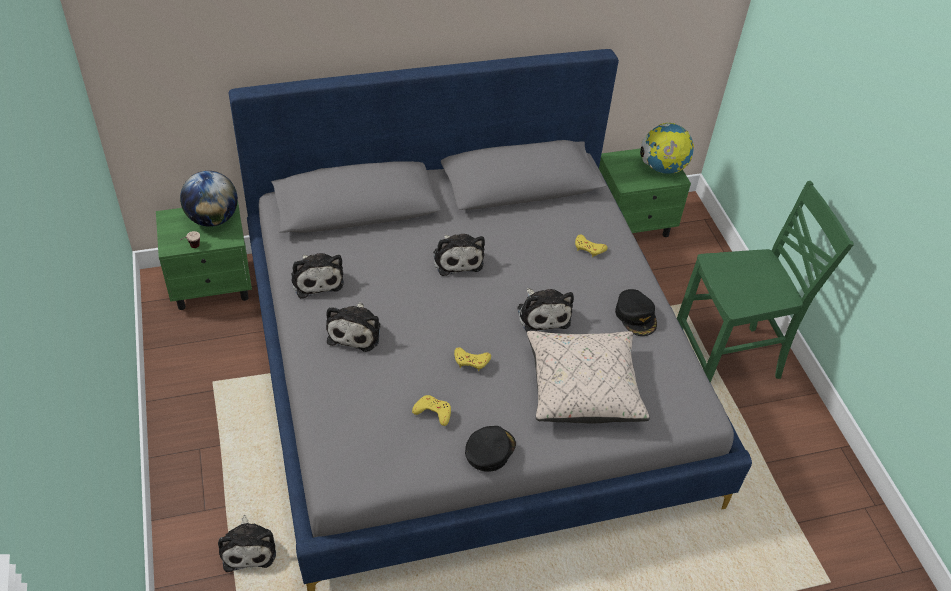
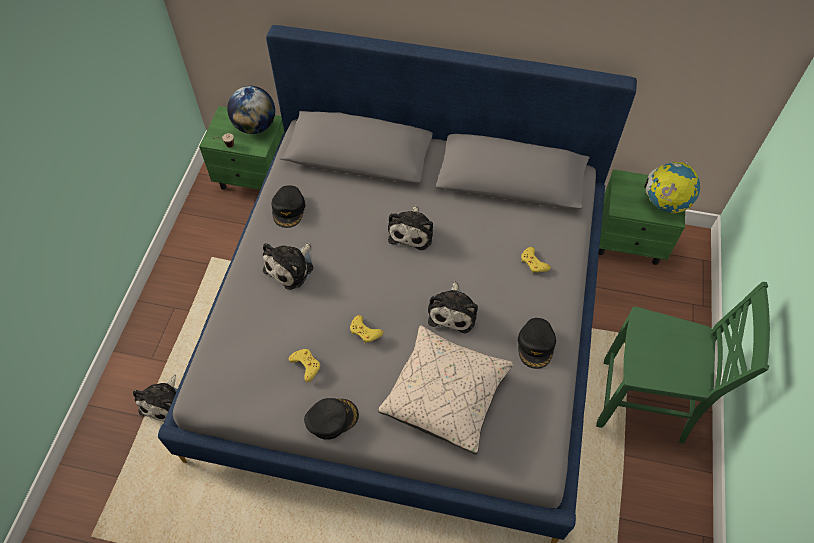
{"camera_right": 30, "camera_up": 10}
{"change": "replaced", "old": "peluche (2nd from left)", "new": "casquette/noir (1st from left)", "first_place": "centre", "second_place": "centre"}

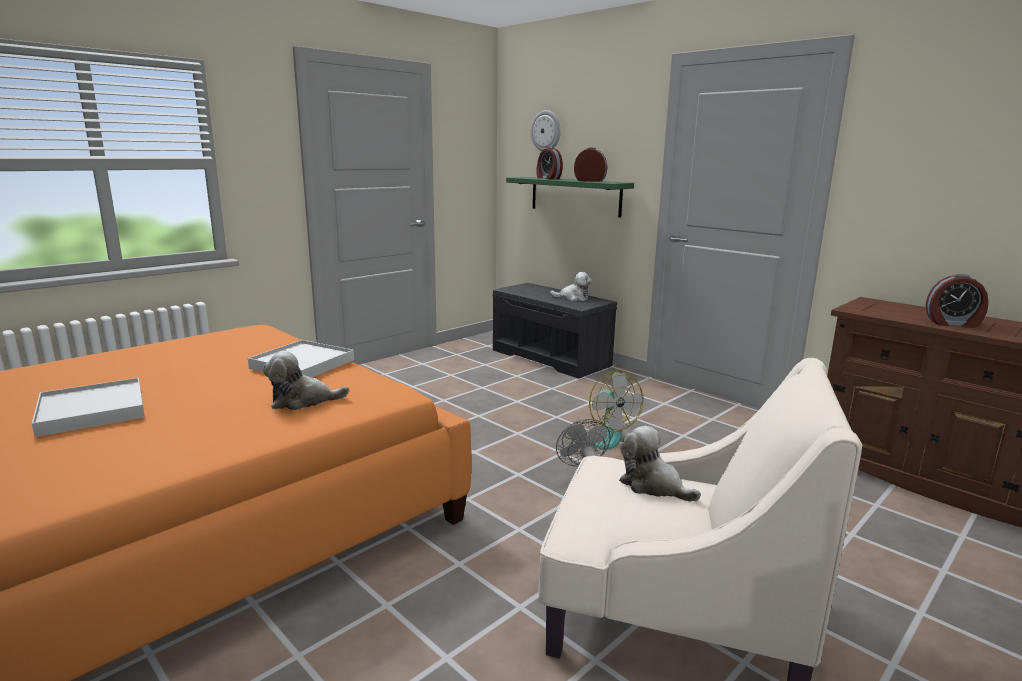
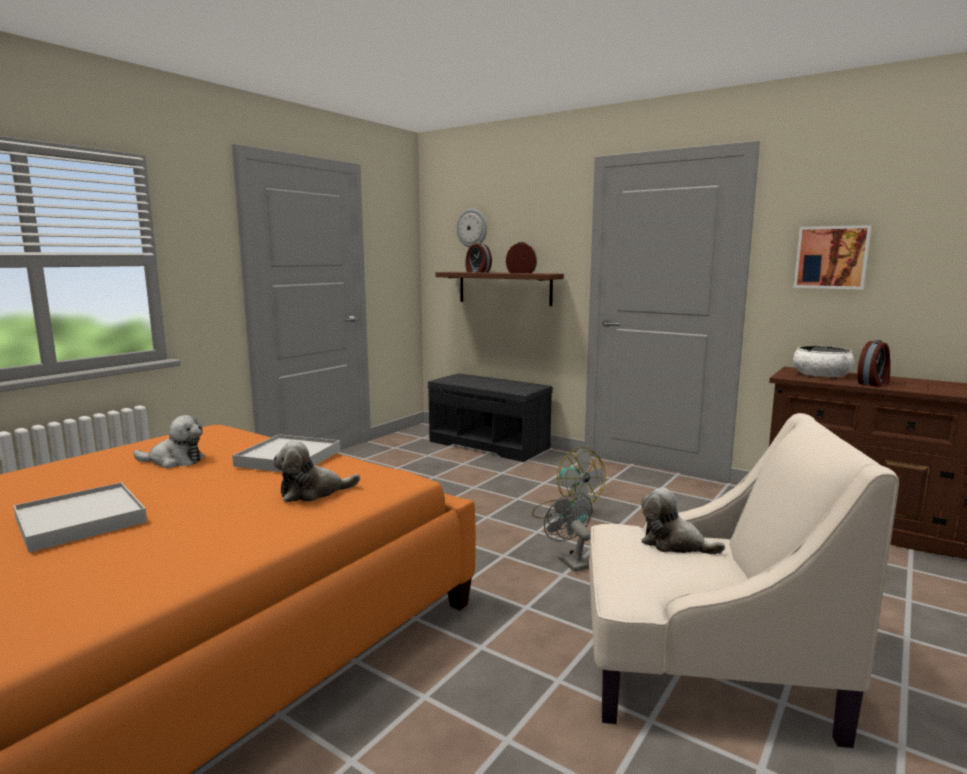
{"camera_right": -10, "camera_up": -5}
{"change": "moved", "old": "peluche (2nd from left in the first image)", "new": "peluche (1st from left)", "first_place": "centre", "second_place": "middle left"}
{"change": "recoloured", "old": "étagère/vert", "new": "étagère/marron", "first_place": "top centre", "second_place": "centre"}
{"change": "added", "new": "bol/blanc", "second_place": "middle right"}
{"change": "added", "new": "tableau", "second_place": "top right"}
{"change": "turned", "old": "réveil (3rd from left)", "first_place": "middle right", "second_place": "middle right", "degrees": -45}

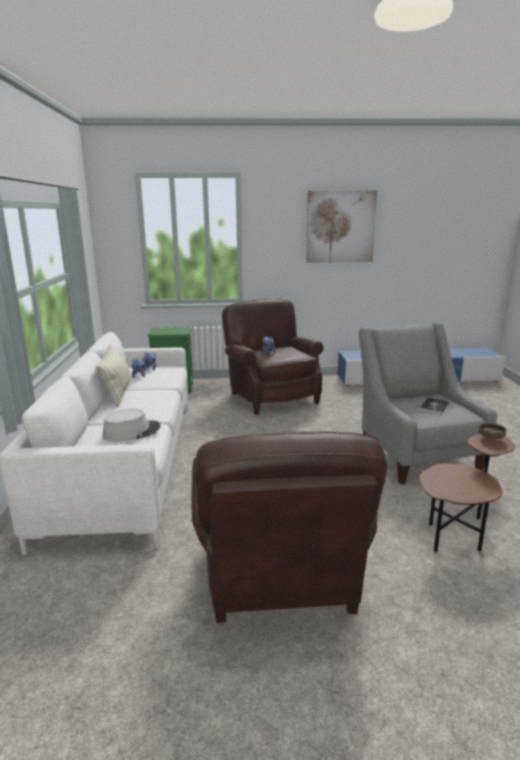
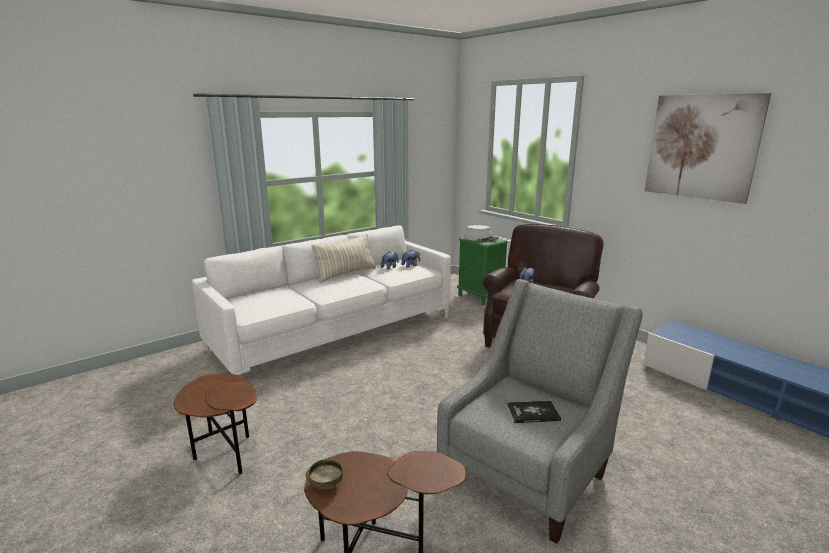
{"camera_right": 55, "camera_up": 0}
{"change": "replaced", "old": "fauteuil/marron (2nd from left)", "new": "table d'appoint/marron (1st from left)", "first_place": "bottom centre", "second_place": "bottom left"}
{"change": "moved", "old": "bol", "first_place": "middle right", "second_place": "bottom centre"}
{"change": "moved", "old": "chapeau/gris", "first_place": "middle left", "second_place": "centre"}

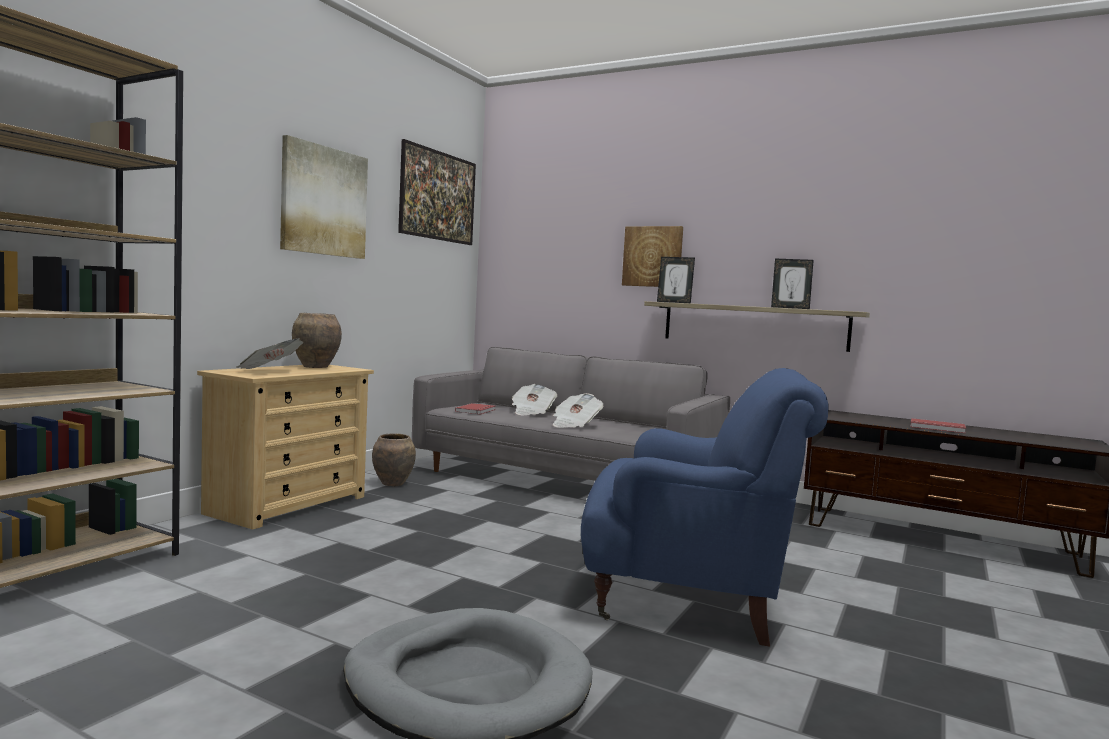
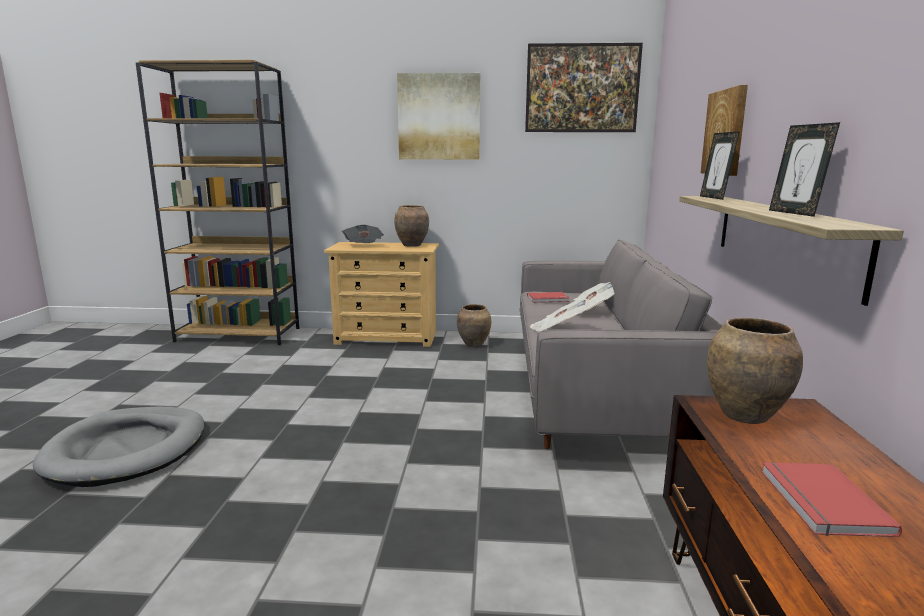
{"camera_right": 65, "camera_up": 10}
{"change": "added", "new": "vase/marron (3rd from left)", "second_place": "middle right"}
{"change": "removed", "old": "fauteuil/bleu", "first_place": "bottom centre"}

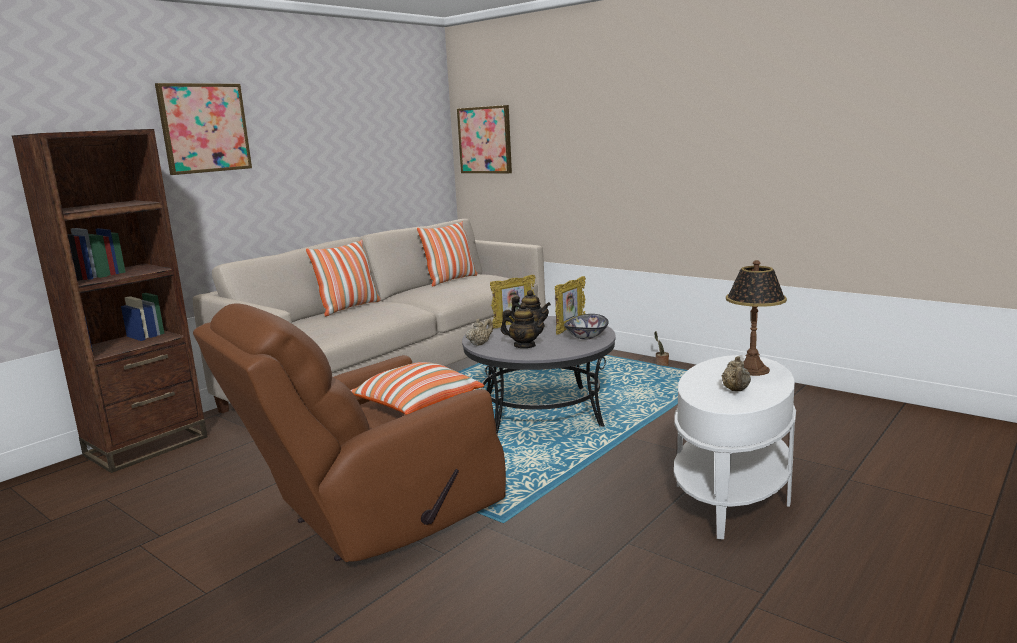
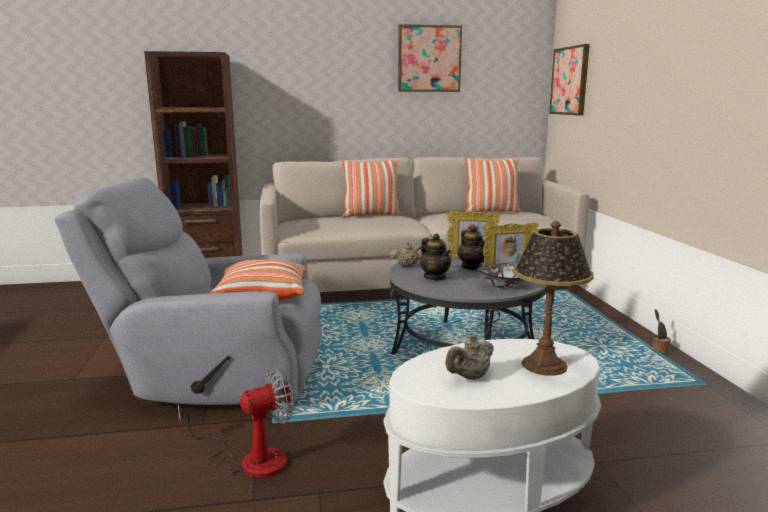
{"camera_right": 40, "camera_up": 0}
{"change": "recoloured", "old": "fauteuil/marron", "new": "fauteuil/gris", "first_place": "bottom centre", "second_place": "middle left"}
{"change": "added", "new": "ventilateur", "second_place": "bottom left"}
{"change": "moved", "old": "tableau (1st from left)", "first_place": "top left", "second_place": "top centre"}

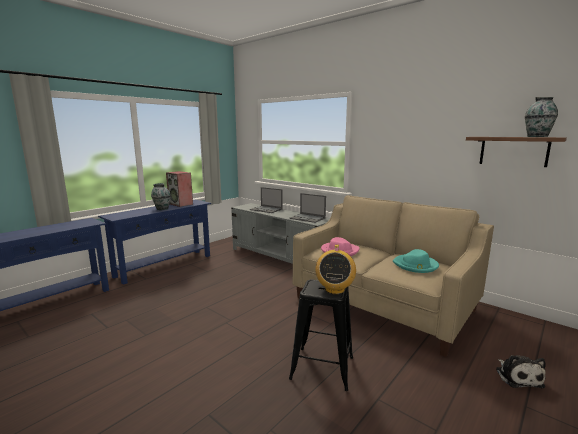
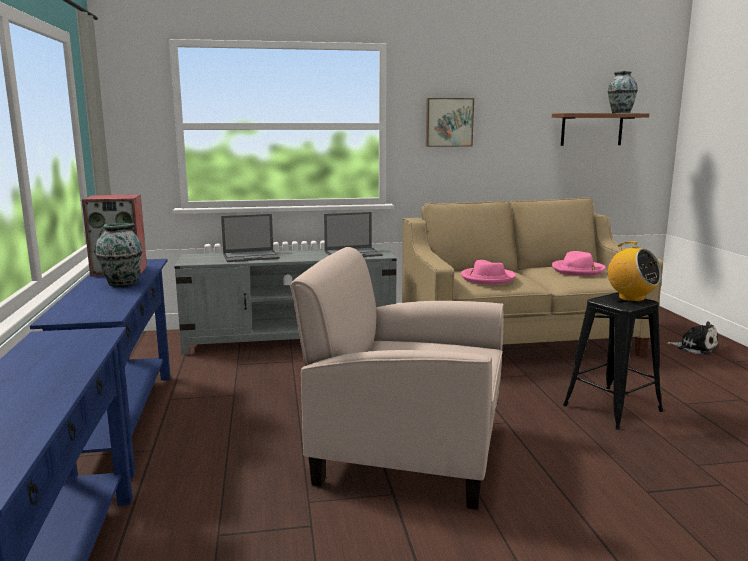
{"camera_right": -50, "camera_up": 0}
{"change": "added", "new": "fauteuil/beige", "second_place": "bottom centre"}
{"change": "added", "new": "tableau", "second_place": "top centre"}
{"change": "recoloured", "old": "chapeau/turquoise", "new": "chapeau/rose (2nd from left)", "first_place": "middle right", "second_place": "middle right"}

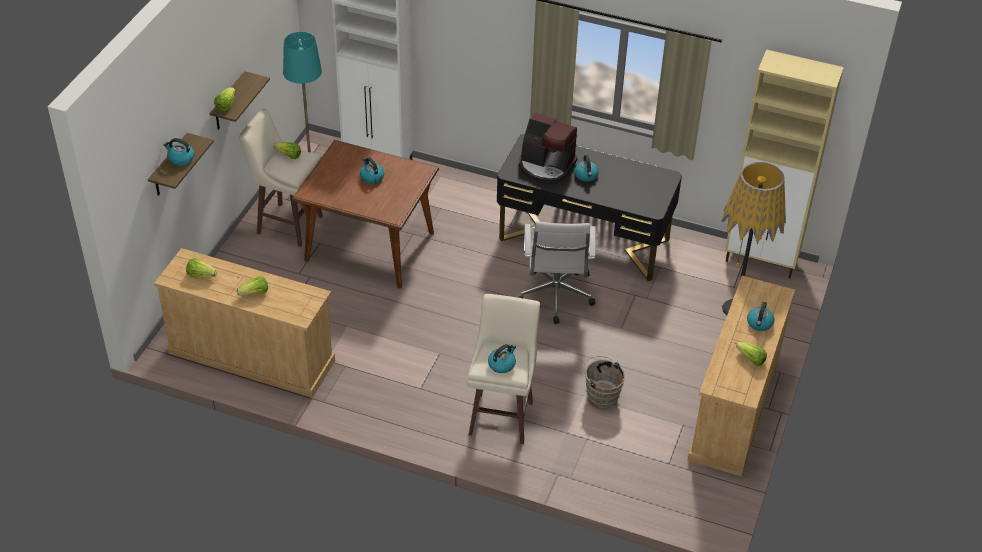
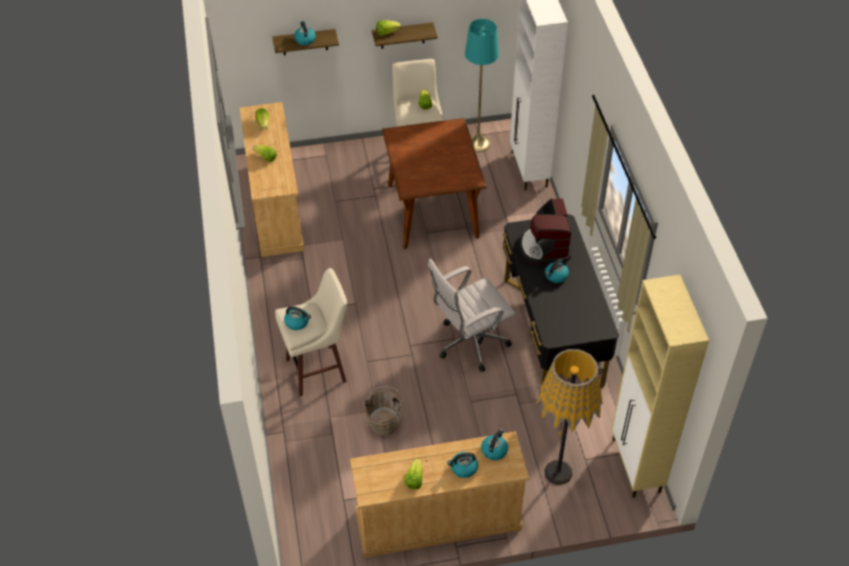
{"camera_right": 60, "camera_up": 5}
{"change": "moved", "old": "bouilloire (2nd from left in the first image)", "new": "bouilloire (4th from left)", "first_place": "top centre", "second_place": "bottom centre"}

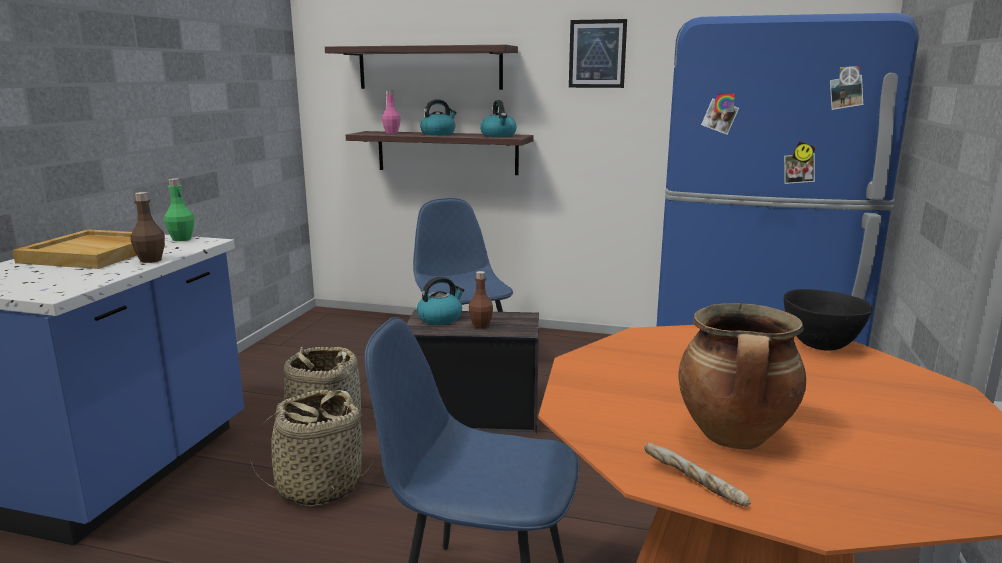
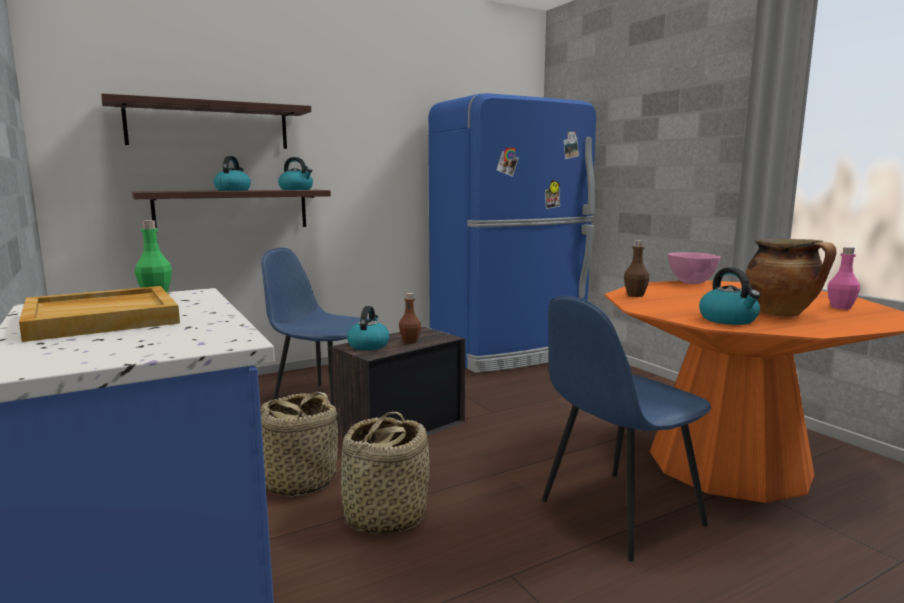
{"camera_right": -45, "camera_up": -5}
{"change": "moved", "old": "bouteille/marron (1st from left in the first image)", "new": "bouteille/marron (2nd from left)", "first_place": "middle left", "second_place": "middle right"}
{"change": "recoloured", "old": "bol/noir", "new": "bol/rose", "first_place": "middle right", "second_place": "middle right"}
{"change": "added", "new": "bouilloire (4th from left)", "second_place": "middle right"}
{"change": "moved", "old": "bouteille/rose", "first_place": "top centre", "second_place": "middle right"}
{"change": "removed", "old": "tableau", "first_place": "top centre"}
{"change": "removed", "old": "pain", "first_place": "bottom right"}

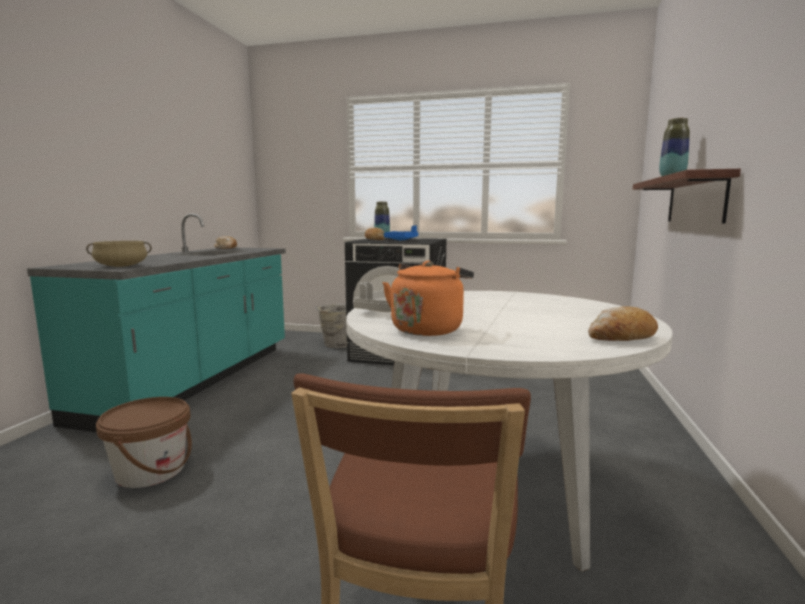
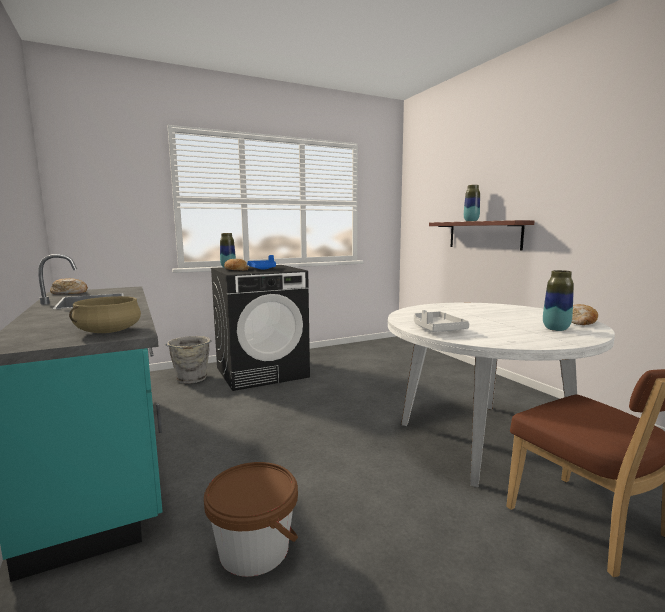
{"camera_right": -40, "camera_up": 0}
{"change": "added", "new": "vase (3rd from left)", "second_place": "middle right"}
{"change": "removed", "old": "bouilloire/orange", "first_place": "centre"}

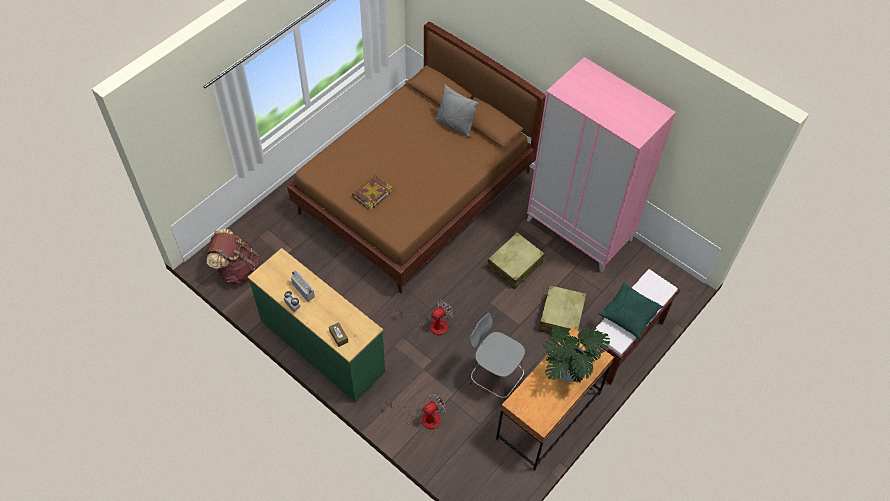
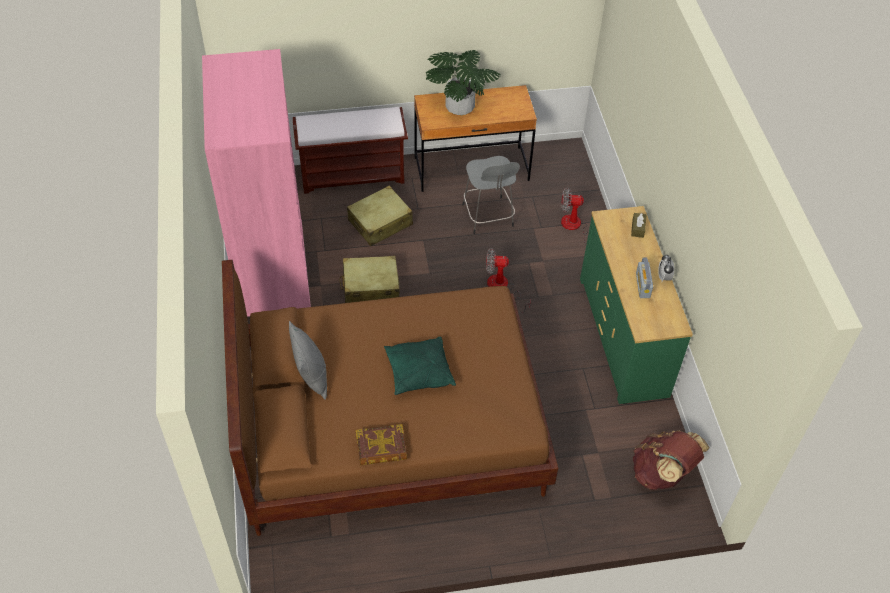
{"camera_right": -140, "camera_up": -5}
{"change": "moved", "old": "livre", "first_place": "centre", "second_place": "bottom centre"}
{"change": "moved", "old": "coussin/vert", "first_place": "middle right", "second_place": "centre"}

